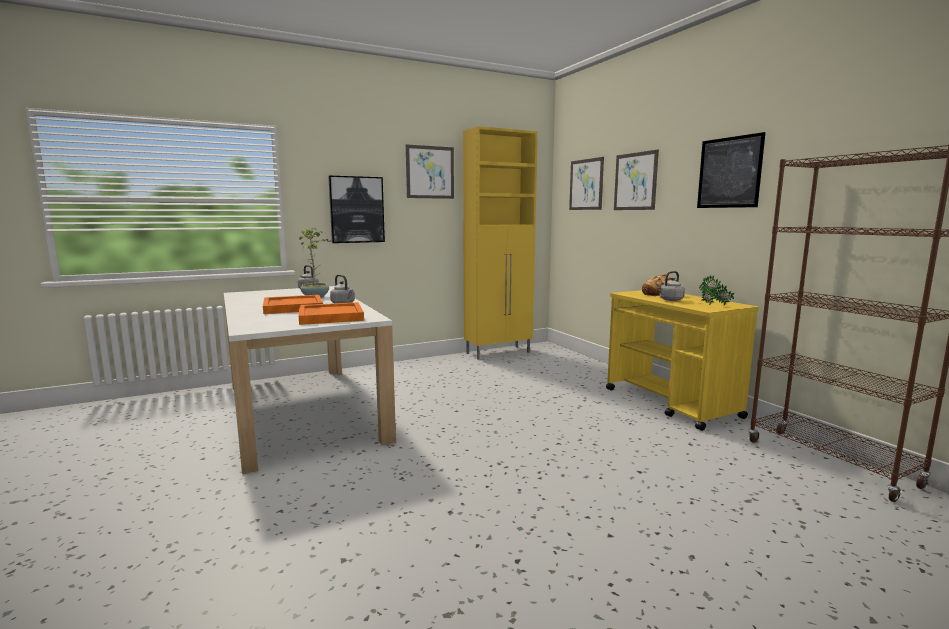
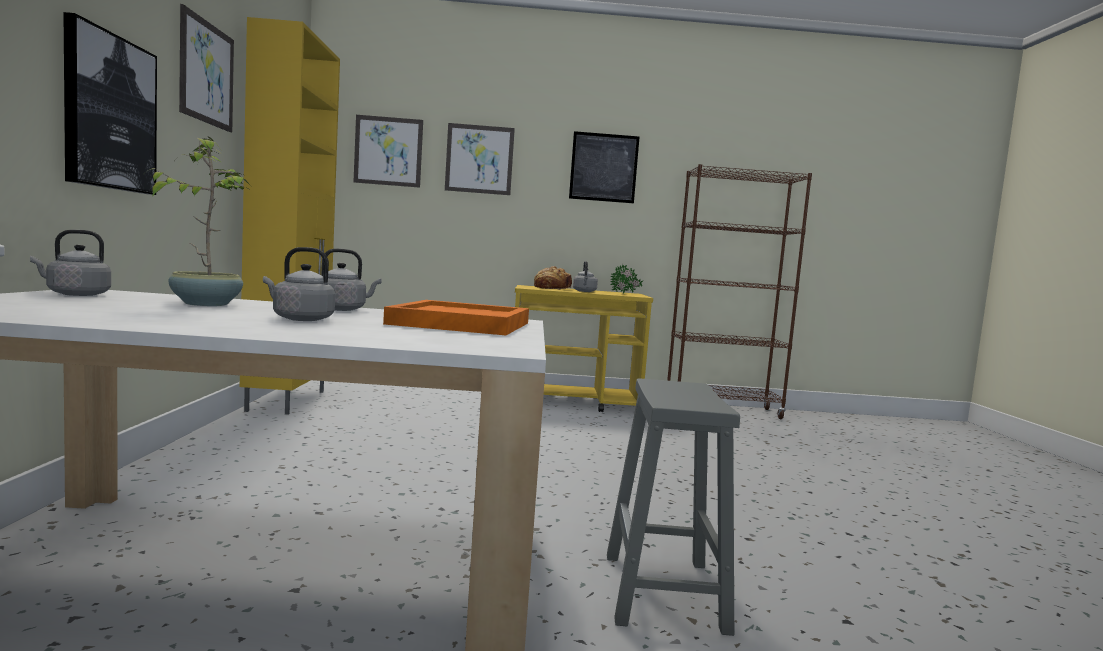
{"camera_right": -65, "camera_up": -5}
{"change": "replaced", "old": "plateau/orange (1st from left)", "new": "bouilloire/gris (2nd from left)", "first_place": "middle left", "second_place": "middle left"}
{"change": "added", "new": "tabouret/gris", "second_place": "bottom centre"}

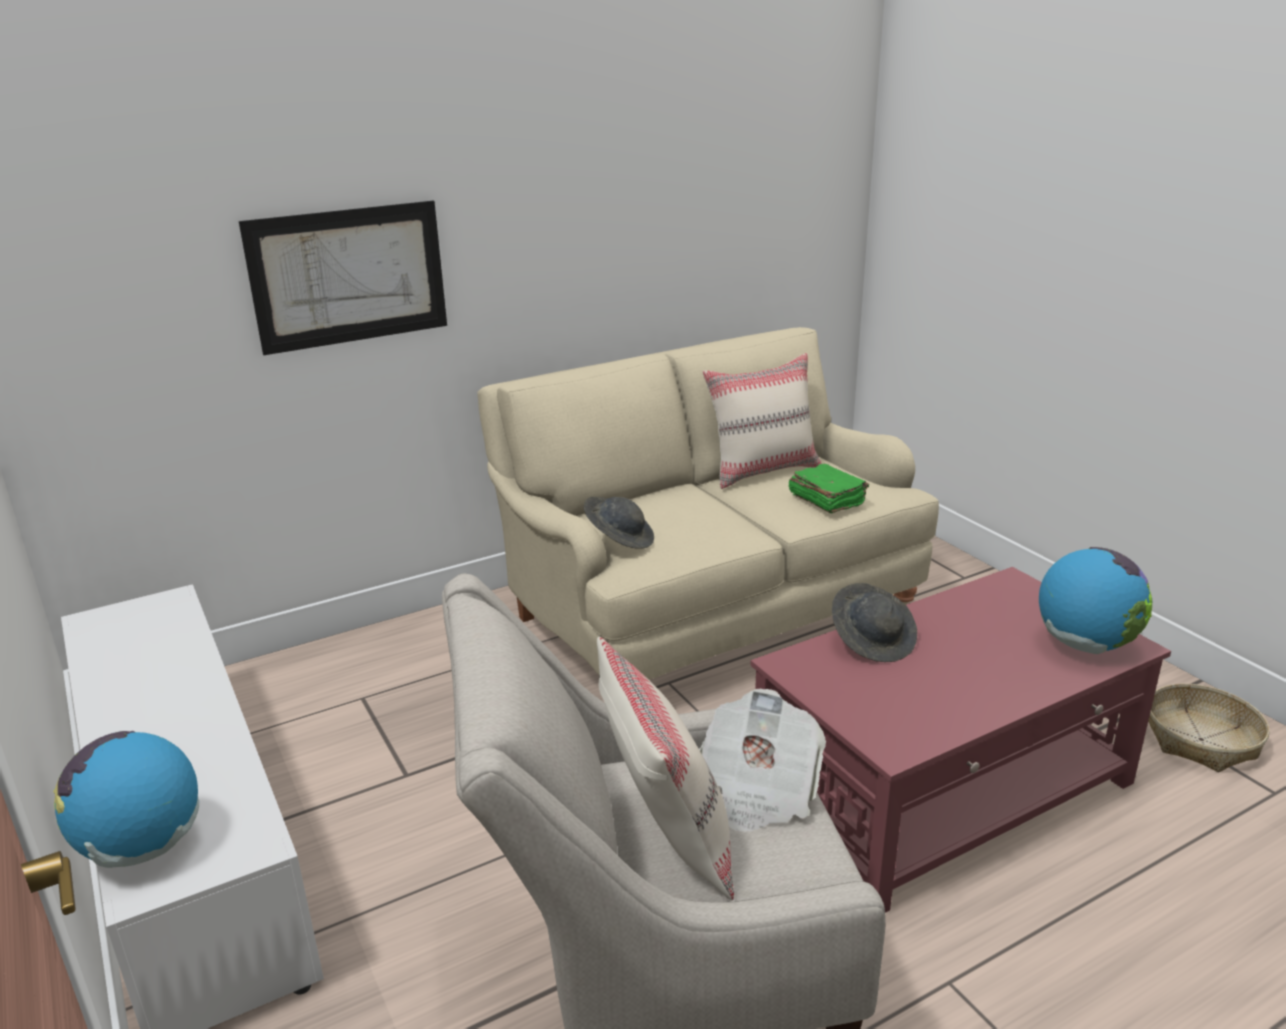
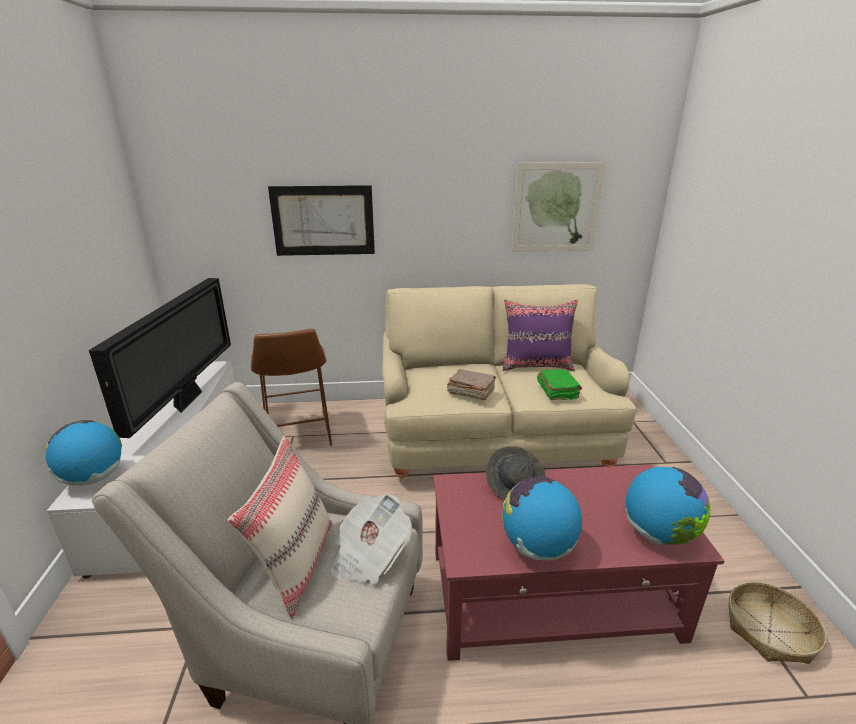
{"camera_right": 25, "camera_up": 0}
{"change": "added", "new": "téléviseur", "second_place": "middle left"}
{"change": "added", "new": "tabouret/marron", "second_place": "centre"}
{"change": "added", "new": "livre/marron", "second_place": "centre"}
{"change": "added", "new": "globe (2nd from left)", "second_place": "bottom centre"}
{"change": "recoloured", "old": "coussin/beige (2nd from left)", "new": "coussin/violet", "first_place": "centre", "second_place": "centre"}
{"change": "added", "new": "tableau (2nd from left)", "second_place": "top centre"}
{"change": "removed", "old": "chapeau/gris (1st from left)", "first_place": "centre"}

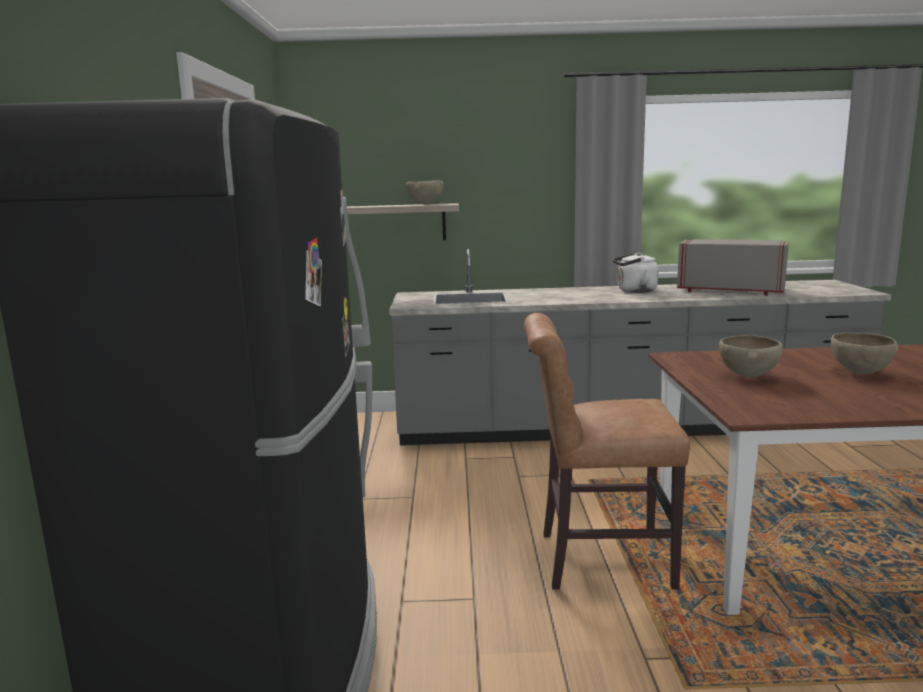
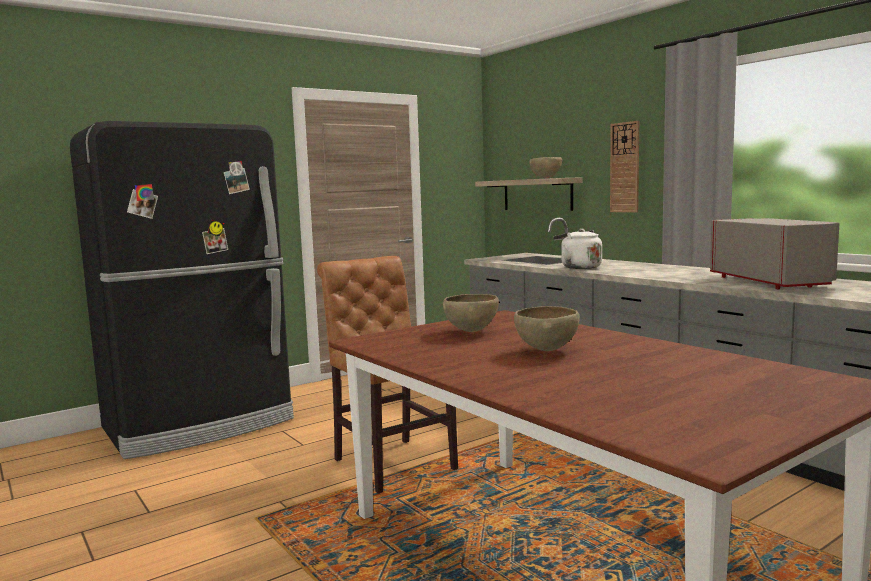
{"camera_right": 55, "camera_up": -5}
{"change": "moved", "old": "bouilloire/blanc", "first_place": "middle right", "second_place": "centre"}
{"change": "added", "new": "horloge murale", "second_place": "top right"}

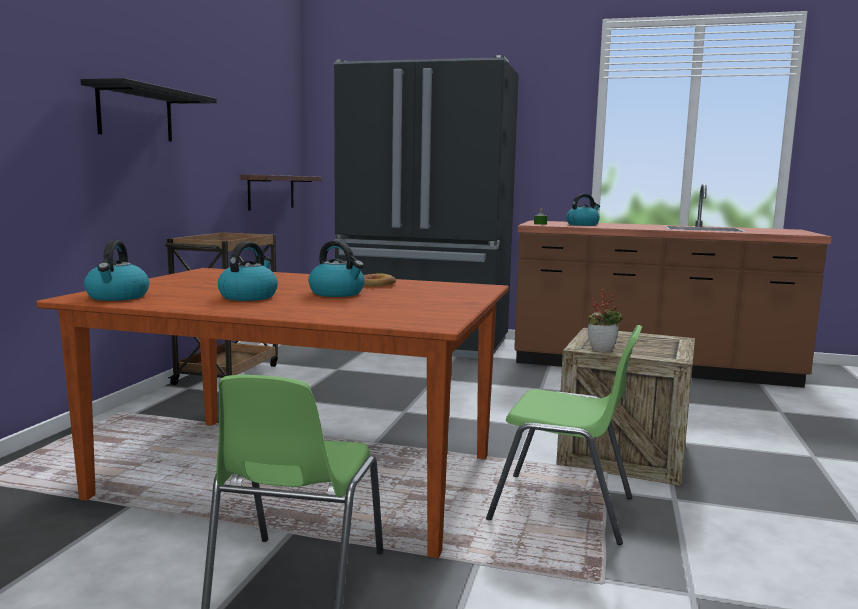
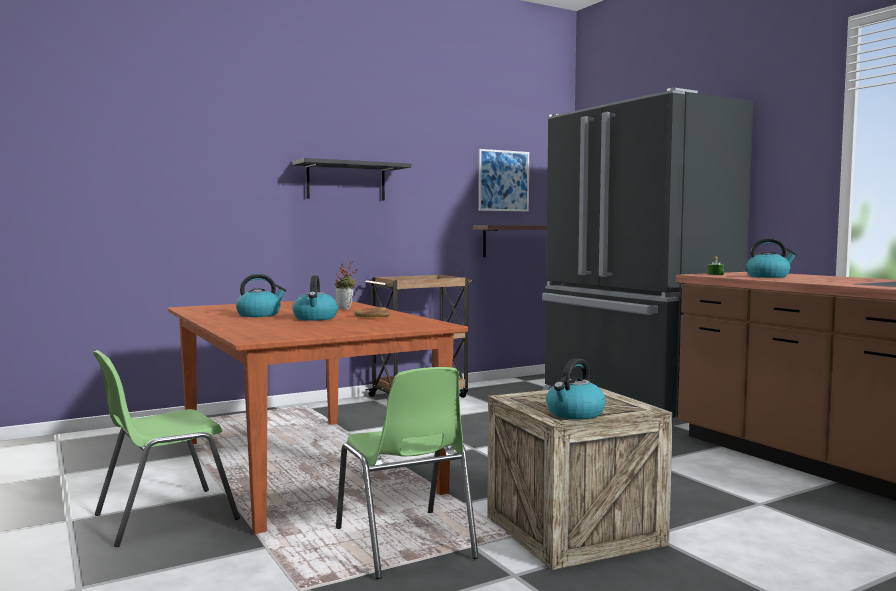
{"camera_right": 45, "camera_up": -5}
{"change": "moved", "old": "plante en pot", "first_place": "middle right", "second_place": "centre"}
{"change": "added", "new": "tableau", "second_place": "top centre"}
{"change": "moved", "old": "bouilloire (1st from left in the first image)", "new": "bouilloire (3rd from left)", "first_place": "middle left", "second_place": "centre"}

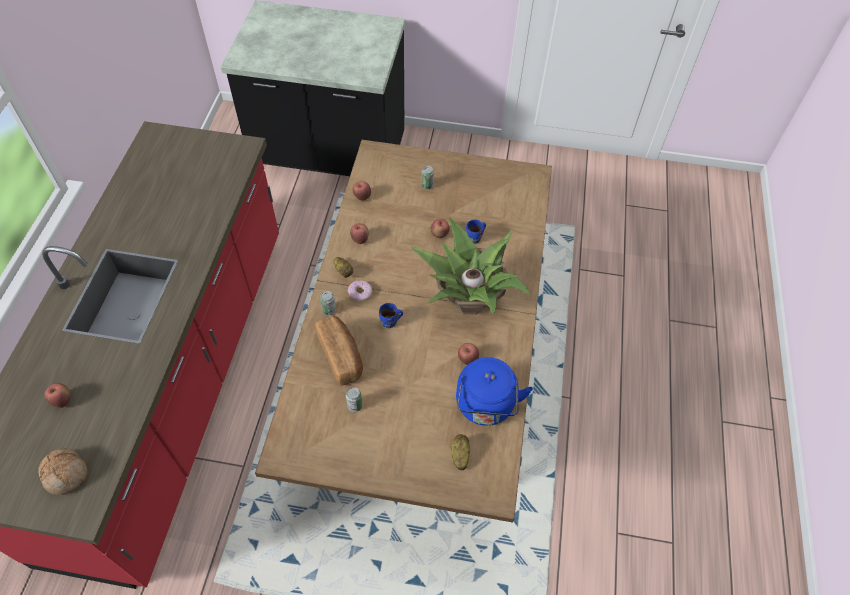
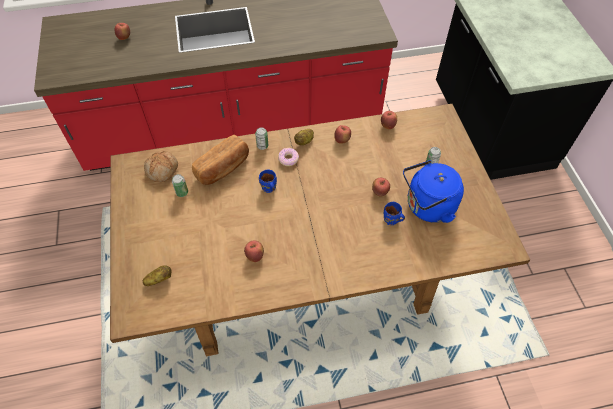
{"camera_right": 70, "camera_up": 0}
{"change": "moved", "old": "pain (1st from left)", "first_place": "bottom left", "second_place": "middle left"}
{"change": "moved", "old": "bouilloire/bleu", "first_place": "centre", "second_place": "middle right"}
{"change": "removed", "old": "plante en pot", "first_place": "centre"}

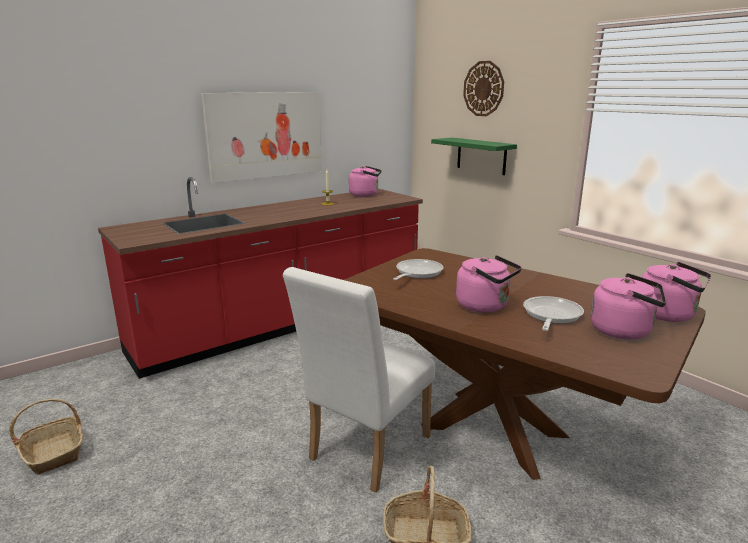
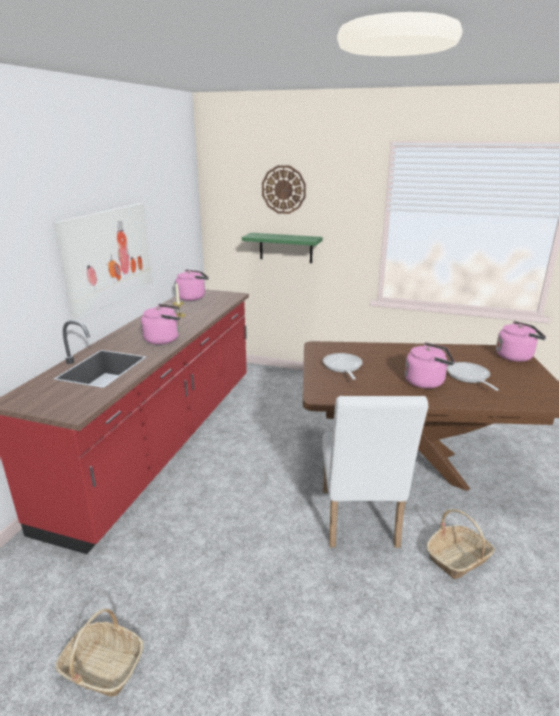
{"camera_right": -35, "camera_up": 5}
{"change": "moved", "old": "bouilloire/rose (3rd from left in the first image)", "new": "bouilloire/rose (1st from left)", "first_place": "middle right", "second_place": "middle left"}

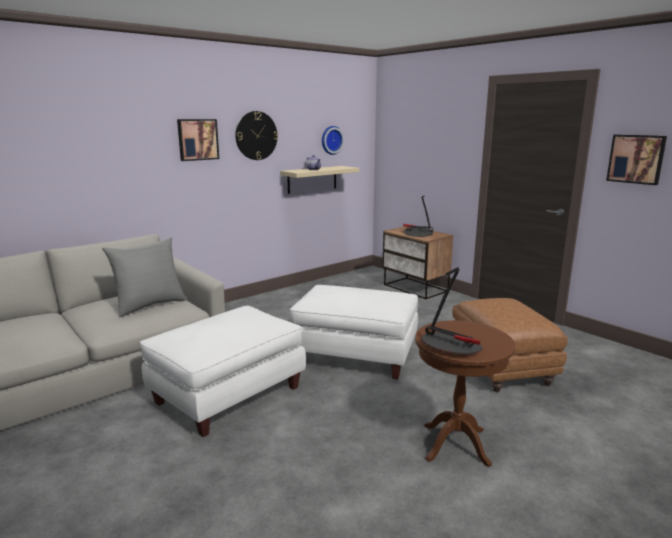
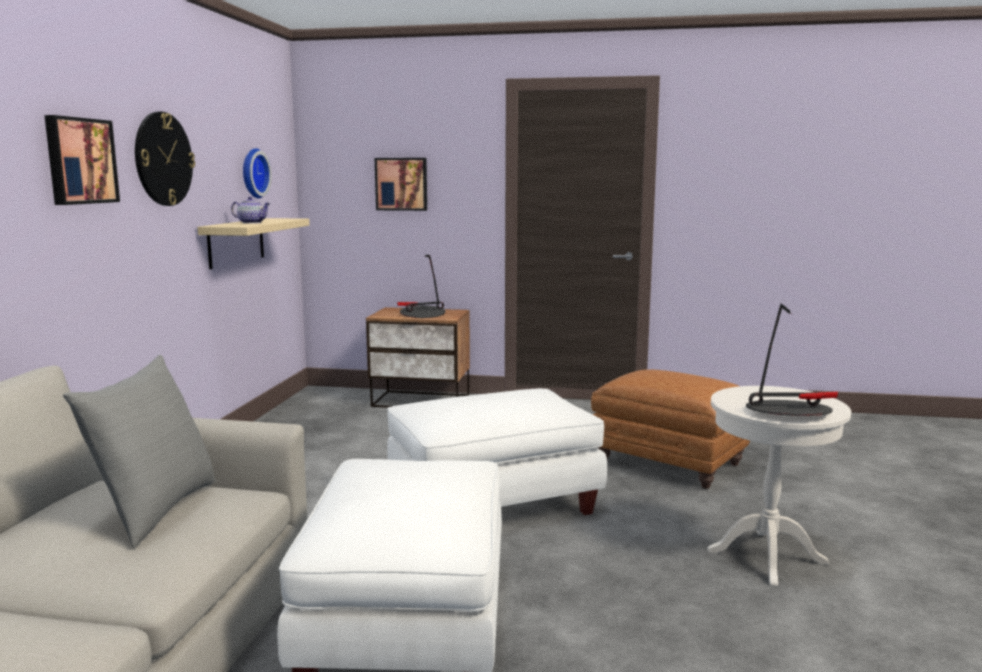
{"camera_right": -40, "camera_up": -5}
{"change": "moved", "old": "tableau (2nd from left)", "first_place": "top right", "second_place": "top centre"}
{"change": "recoloured", "old": "table d'appoint/marron", "new": "table d'appoint/blanc", "first_place": "bottom right", "second_place": "bottom right"}

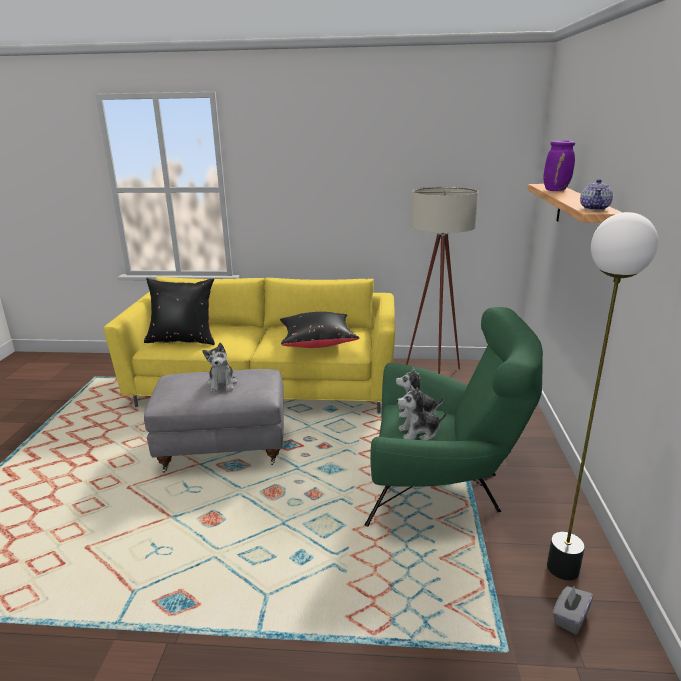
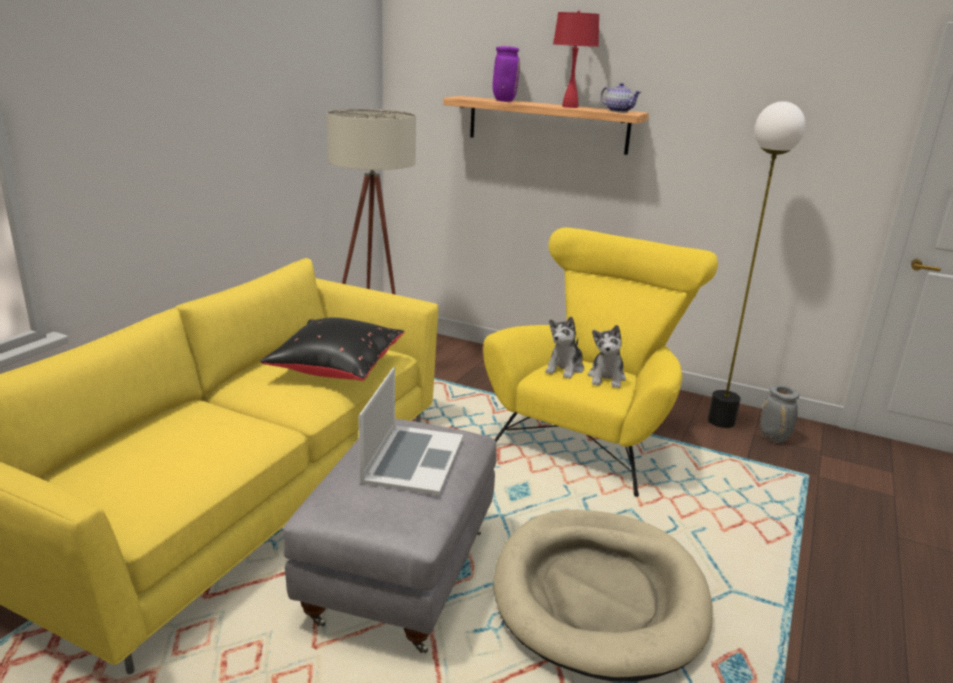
{"camera_right": -70, "camera_up": 0}
{"change": "replaced", "old": "peluche (1st from left)", "new": "ordinateur portable", "first_place": "middle left", "second_place": "centre"}
{"change": "recoloured", "old": "fauteuil/vert", "new": "fauteuil/jaune", "first_place": "middle right", "second_place": "centre"}
{"change": "added", "new": "panier pour chien/beige", "second_place": "bottom centre"}
{"change": "added", "new": "lampe de table/rouge", "second_place": "top centre"}
{"change": "replaced", "old": "boîte à mouchoirs/gris", "new": "vase/gris", "first_place": "bottom right", "second_place": "middle right"}
{"change": "removed", "old": "coussin/noir (1st from left)", "first_place": "middle left"}

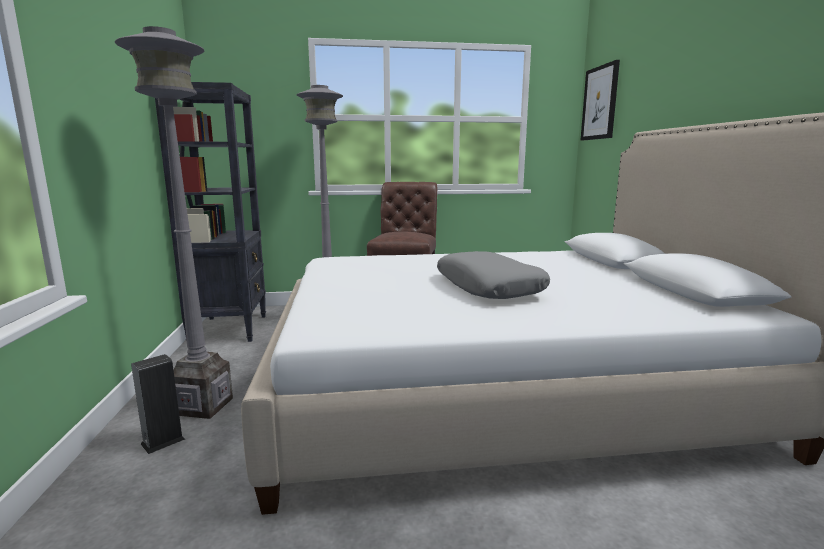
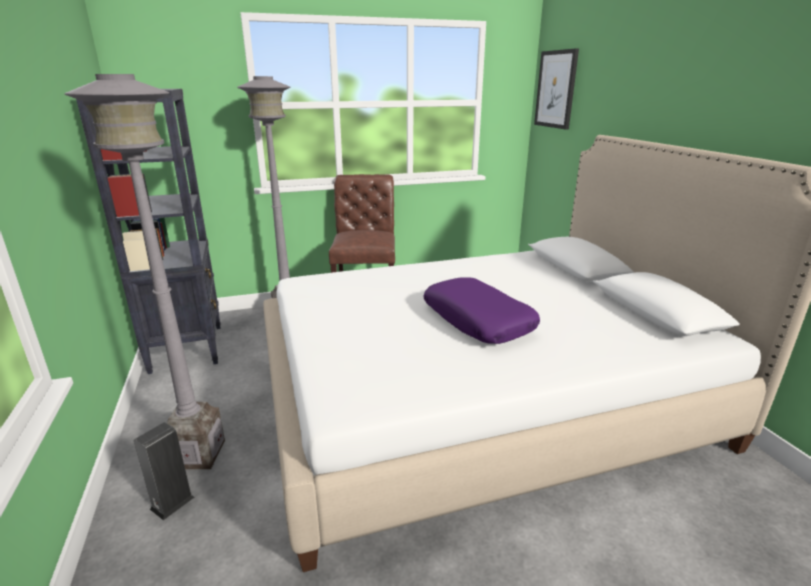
{"camera_right": -10, "camera_up": 10}
{"change": "recoloured", "old": "coussin/gris", "new": "coussin/violet", "first_place": "centre", "second_place": "centre"}

